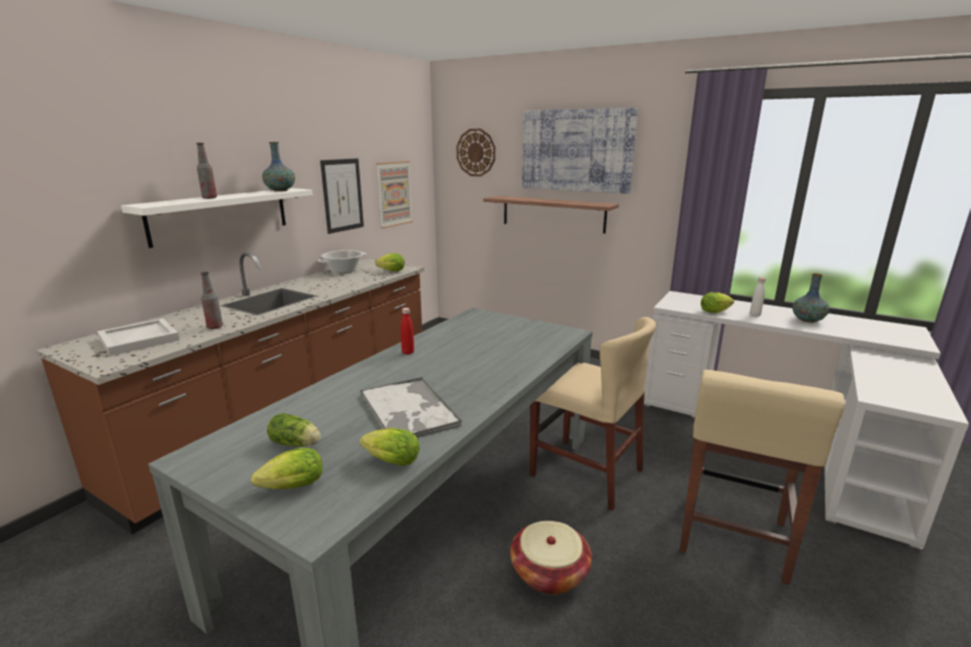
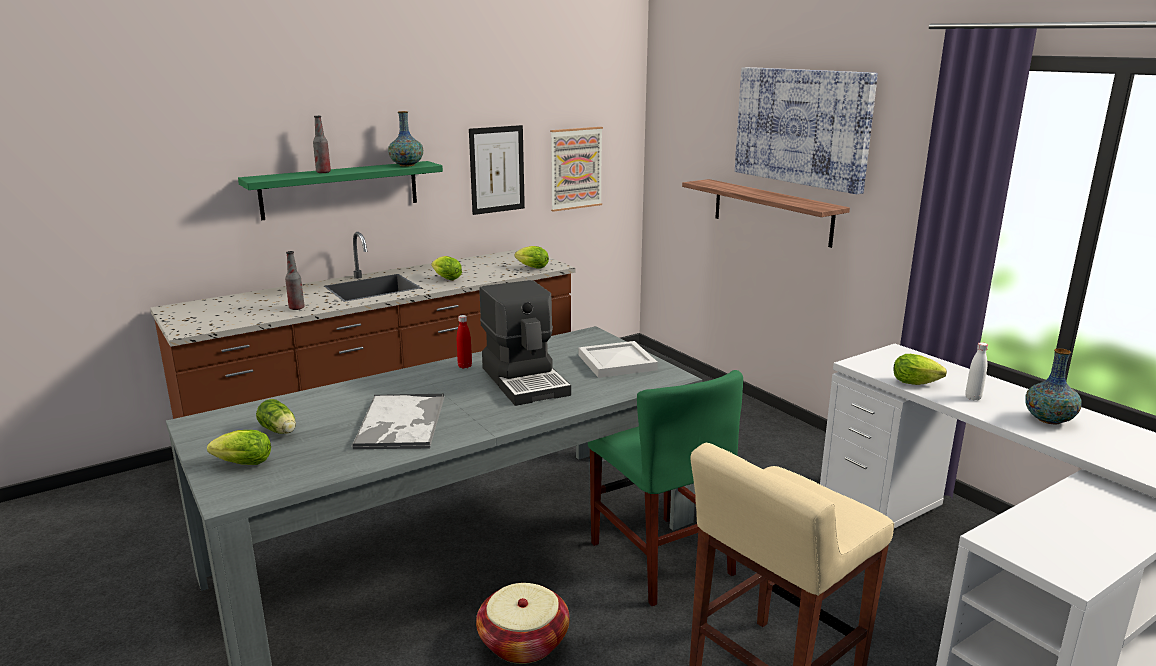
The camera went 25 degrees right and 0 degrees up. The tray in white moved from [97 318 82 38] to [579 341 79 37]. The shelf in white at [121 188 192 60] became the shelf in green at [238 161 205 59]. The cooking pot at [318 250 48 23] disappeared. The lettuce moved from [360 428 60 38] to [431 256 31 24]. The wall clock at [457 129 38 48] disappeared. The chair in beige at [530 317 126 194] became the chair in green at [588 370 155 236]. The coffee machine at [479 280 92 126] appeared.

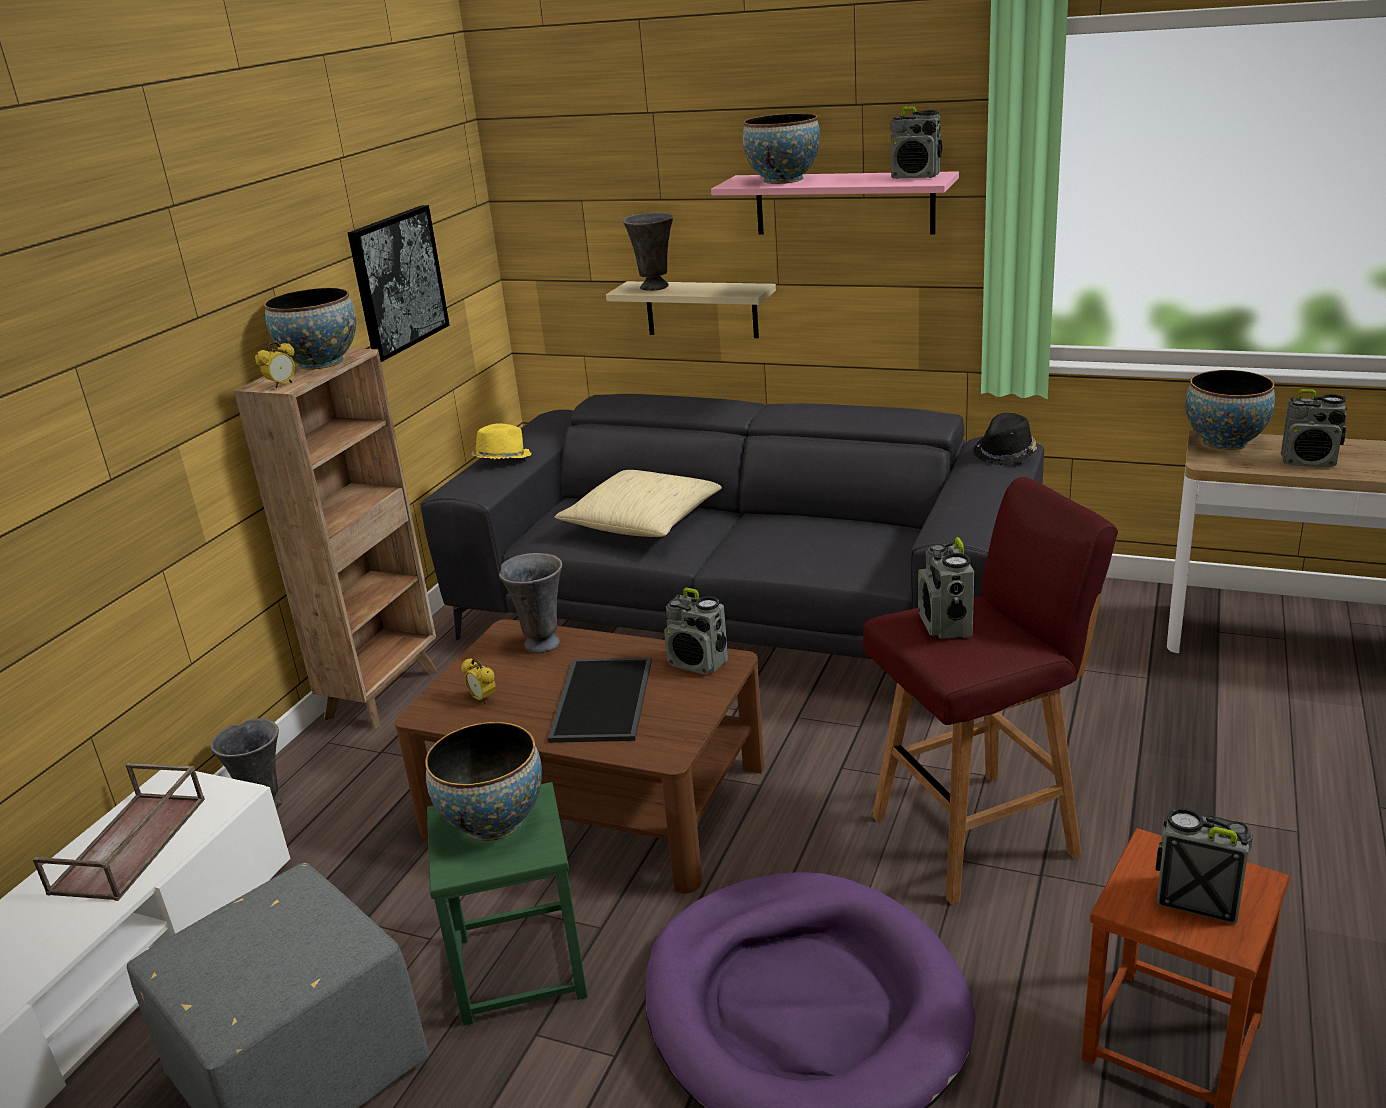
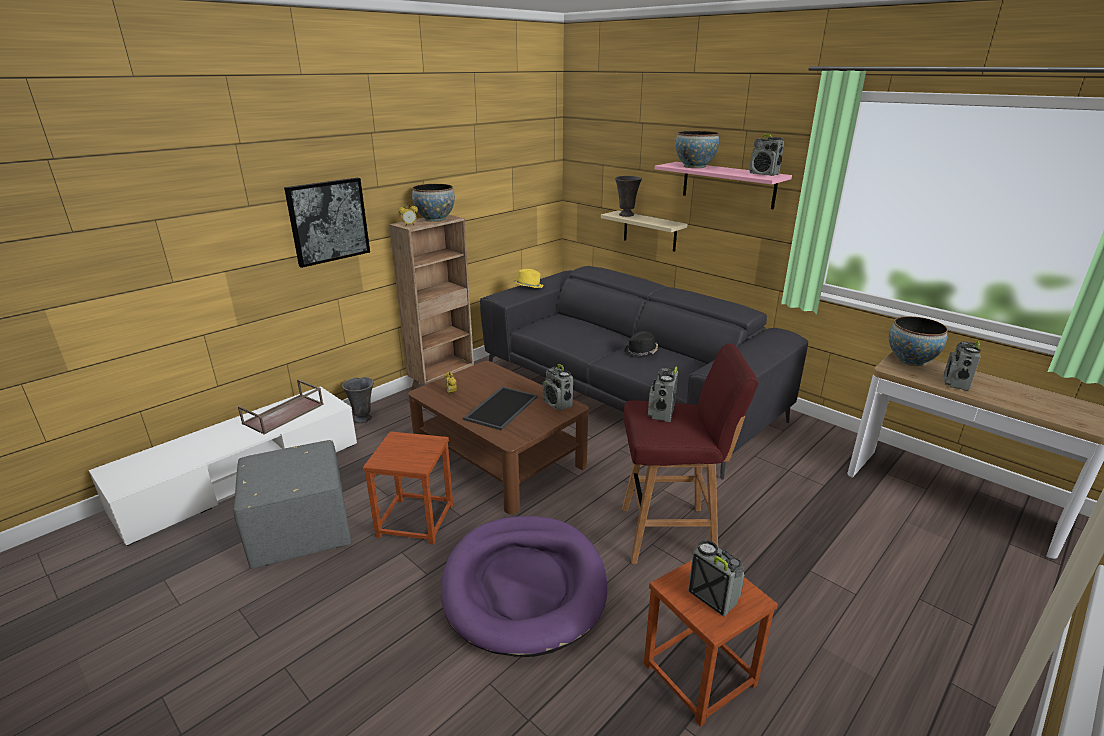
The camera went 20 degrees right and 0 degrees up. The picture moved from [348 205 102 157] to [284 178 86 90]. The bowl at [425 722 117 119] disappeared. The stool in green at [427 782 161 244] became the stool in brown at [363 431 90 113]. The vase in grey at [499 553 63 100] disappeared. The pillow in beige at [555 470 167 67] disappeared. The hat in black moved from [973 413 64 52] to [624 331 34 27]. The radio at [1281 389 66 78] turned 75 degrees clockwise.

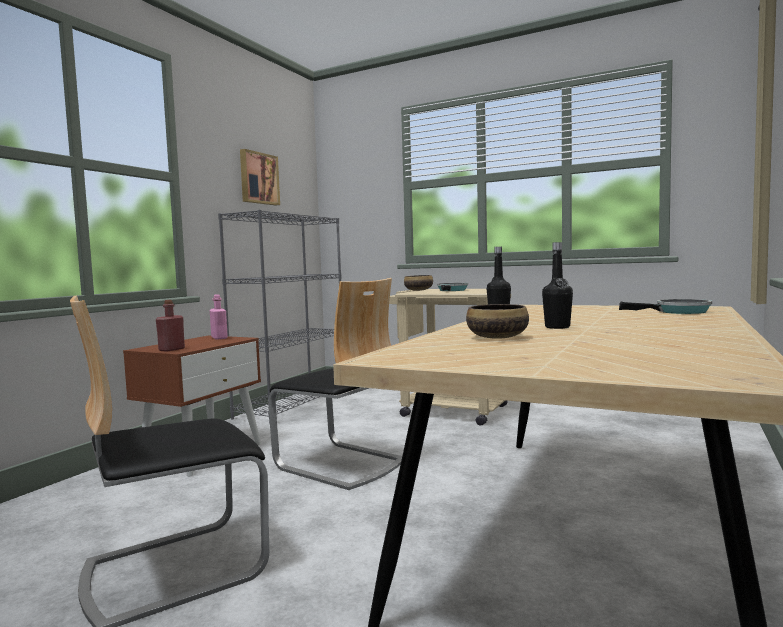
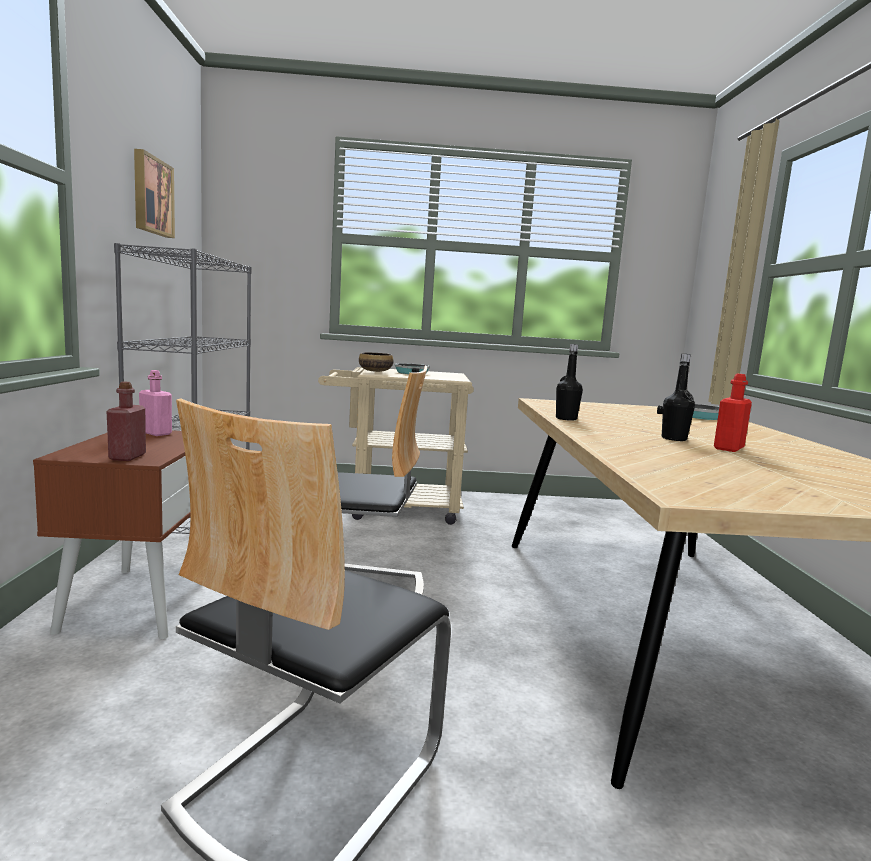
The camera went 30 degrees left and 5 degrees up. The bowl at [466 304 63 35] disappeared. The bottle in red at [714 374 38 78] appeared.

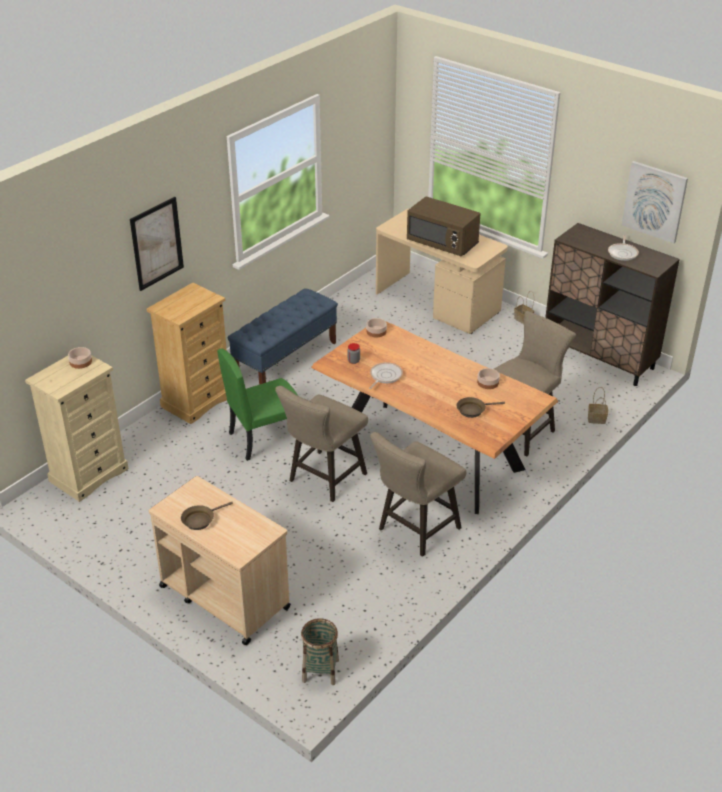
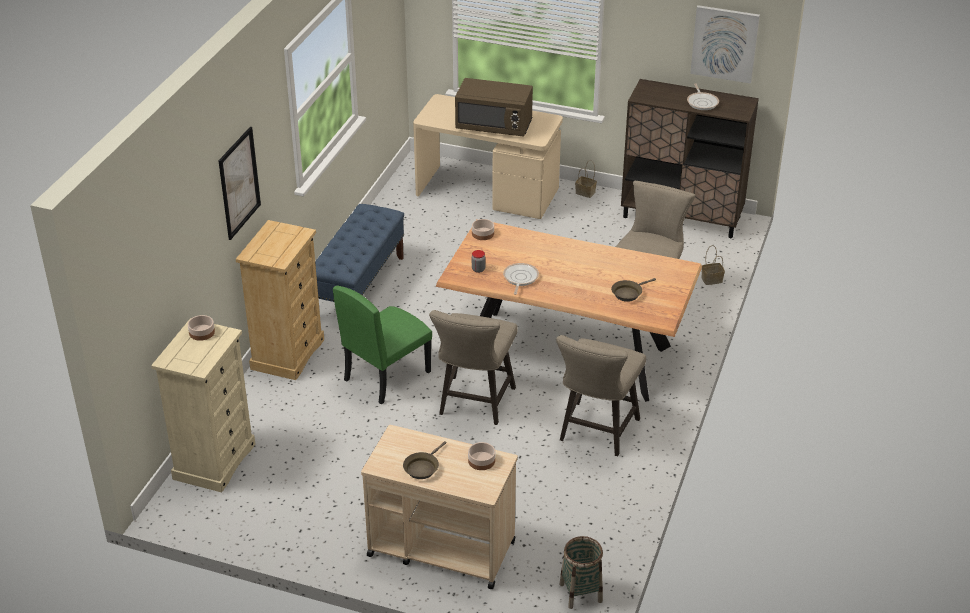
The camera went 20 degrees left and 0 degrees up. The bowl moved from [477 368 23 21] to [468 442 27 28].

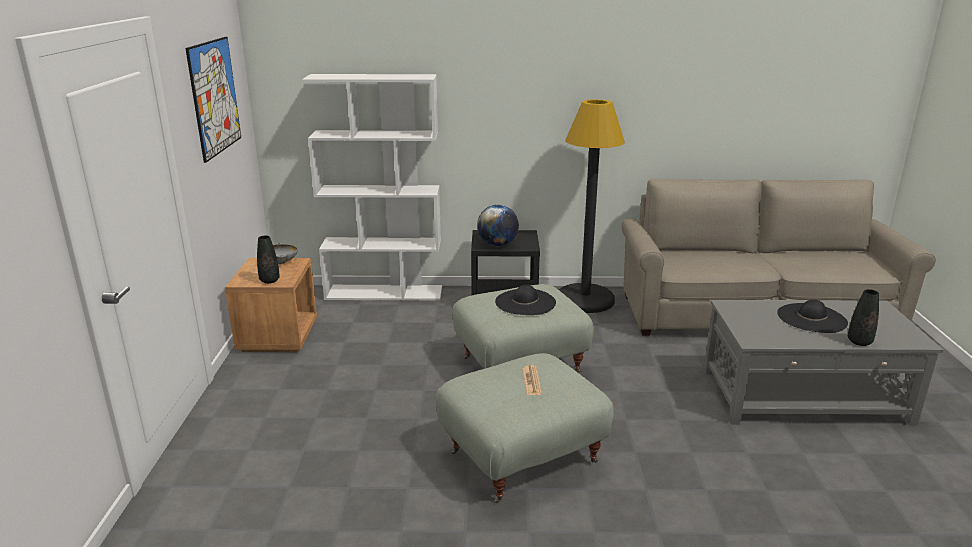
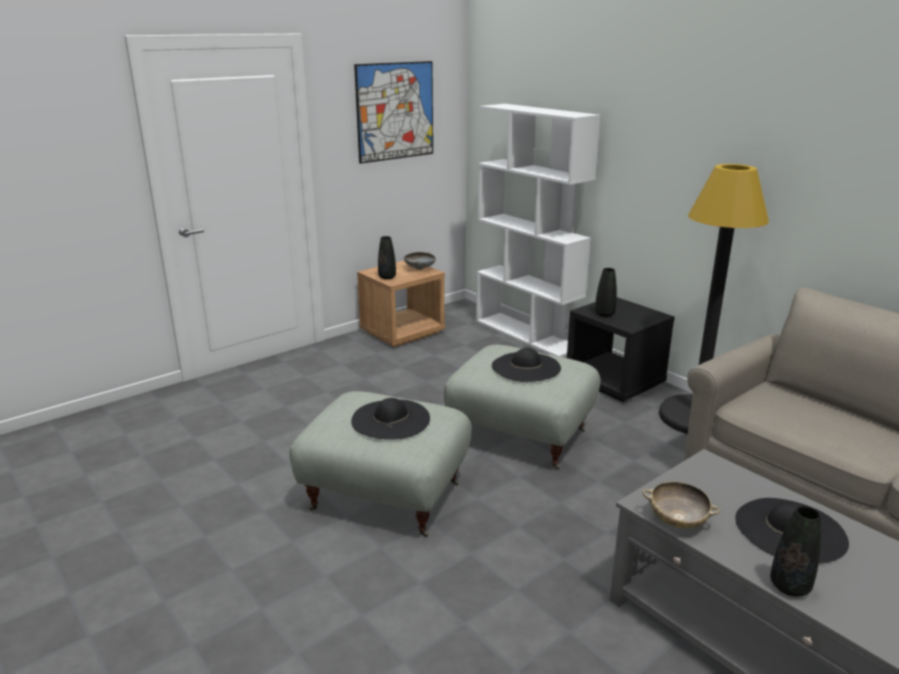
The camera went 50 degrees right and 0 degrees up. The globe at [477 205 42 41] was replaced by the vase in black at [595 268 22 49]. The newspaper at [522 365 20 30] was replaced by the hat in black at [351 398 79 42]. The bowl in beige at [642 482 79 46] appeared.

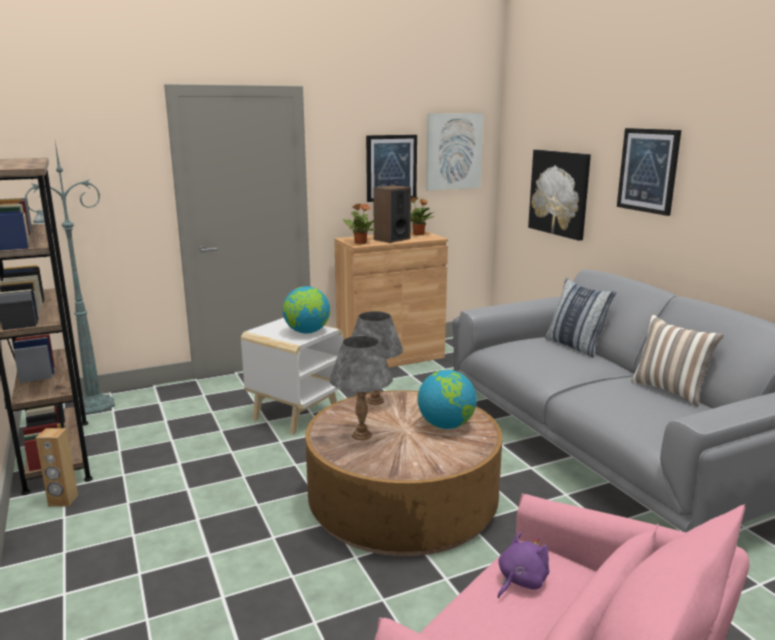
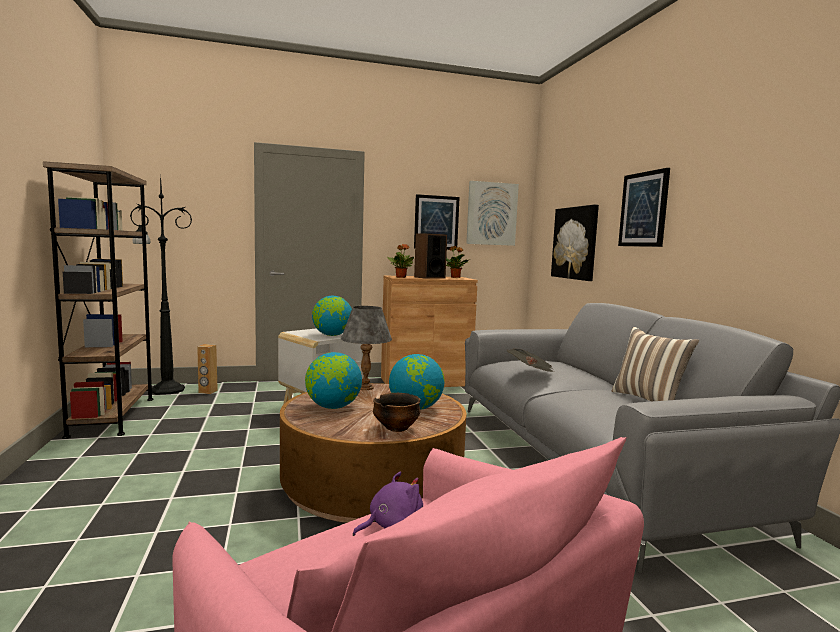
The camera went 10 degrees right and 10 degrees down. The floor lamp in green at [25 142 90 273] became the floor lamp in black at [130 173 62 222]. The speaker in brown moved from [36 428 42 79] to [197 344 21 50]. The table lamp in grey at [329 336 64 104] was replaced by the globe at [305 352 57 57]. The pillow at [545 278 71 80] disappeared. The bowl at [373 393 48 39] appeared. The newspaper at [507 349 47 23] appeared.

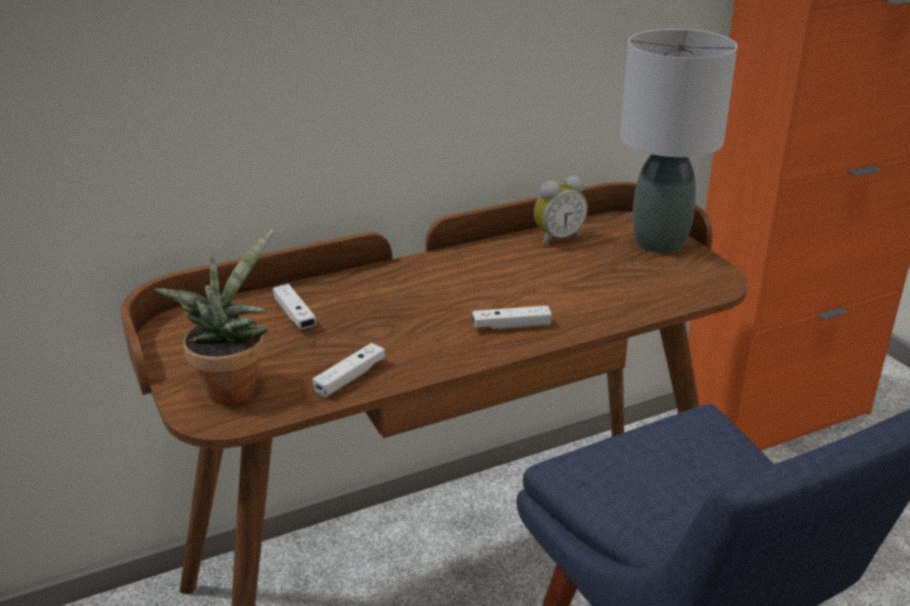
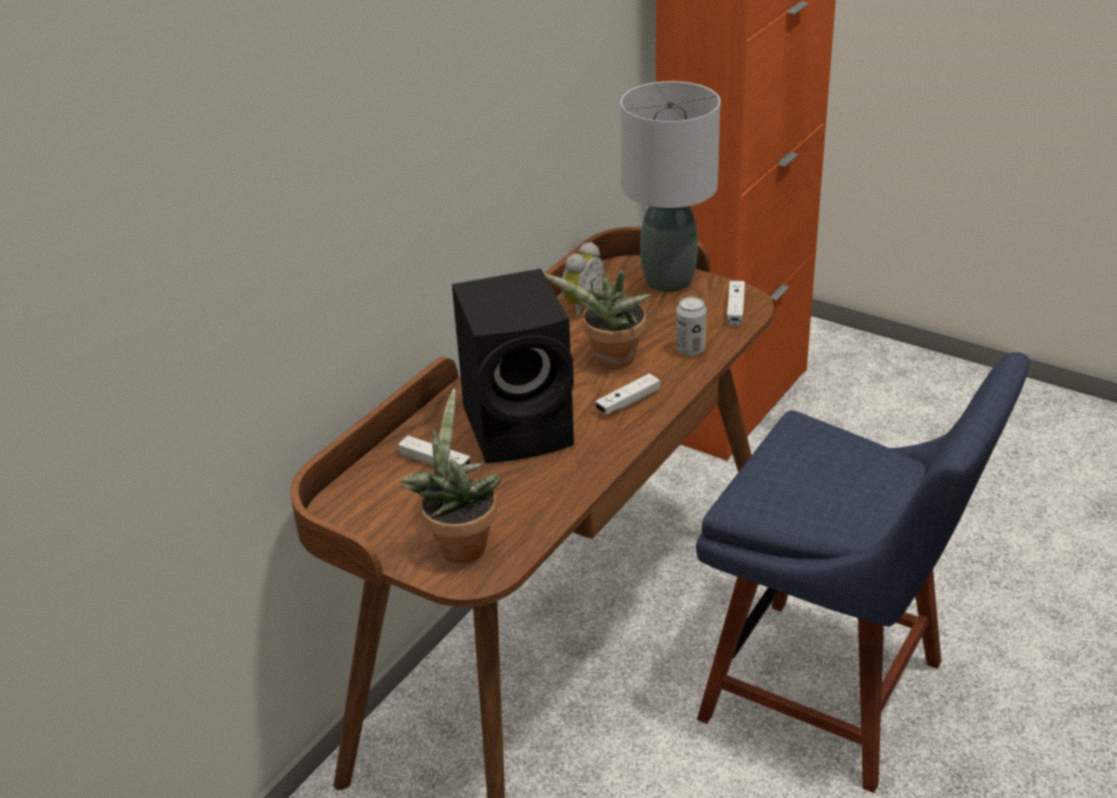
The camera went 30 degrees left and 5 degrees up. The game controller in white moved from [313 343 73 54] to [727 281 18 45]. The speaker in black at [452 269 122 194] appeared. The potted plant at [544 269 107 100] appeared. The can at [676 297 31 59] appeared.

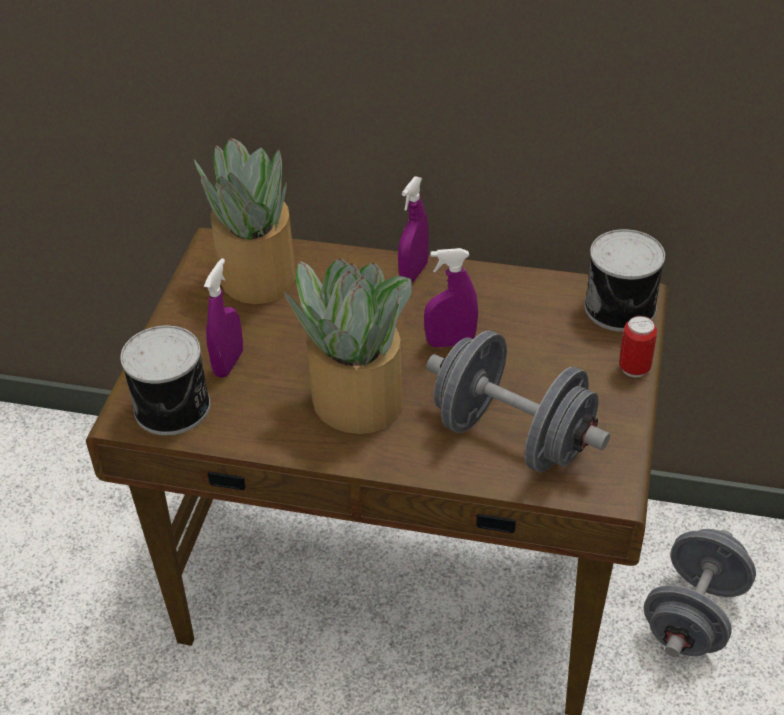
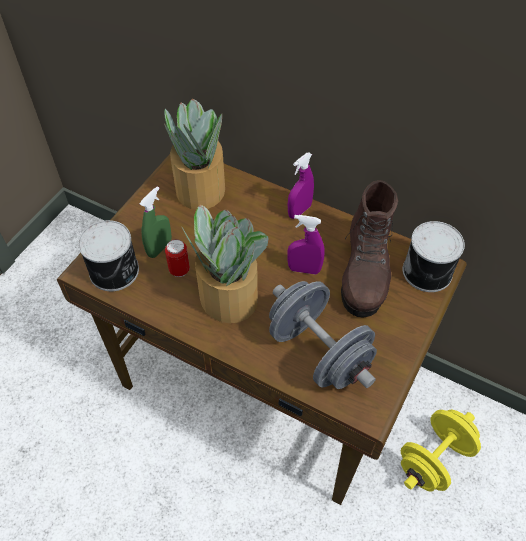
The camera went 15 degrees right and 10 degrees up. The spray bottle in purple at [204 258 39 120] became the spray bottle in green at [140 186 32 72]. The can moved from [619 316 38 62] to [165 239 25 38]. The dumbbell in grey at [643 529 113 128] became the dumbbell in yellow at [401 410 80 82]. The boot in brown at [341 180 57 138] appeared.

